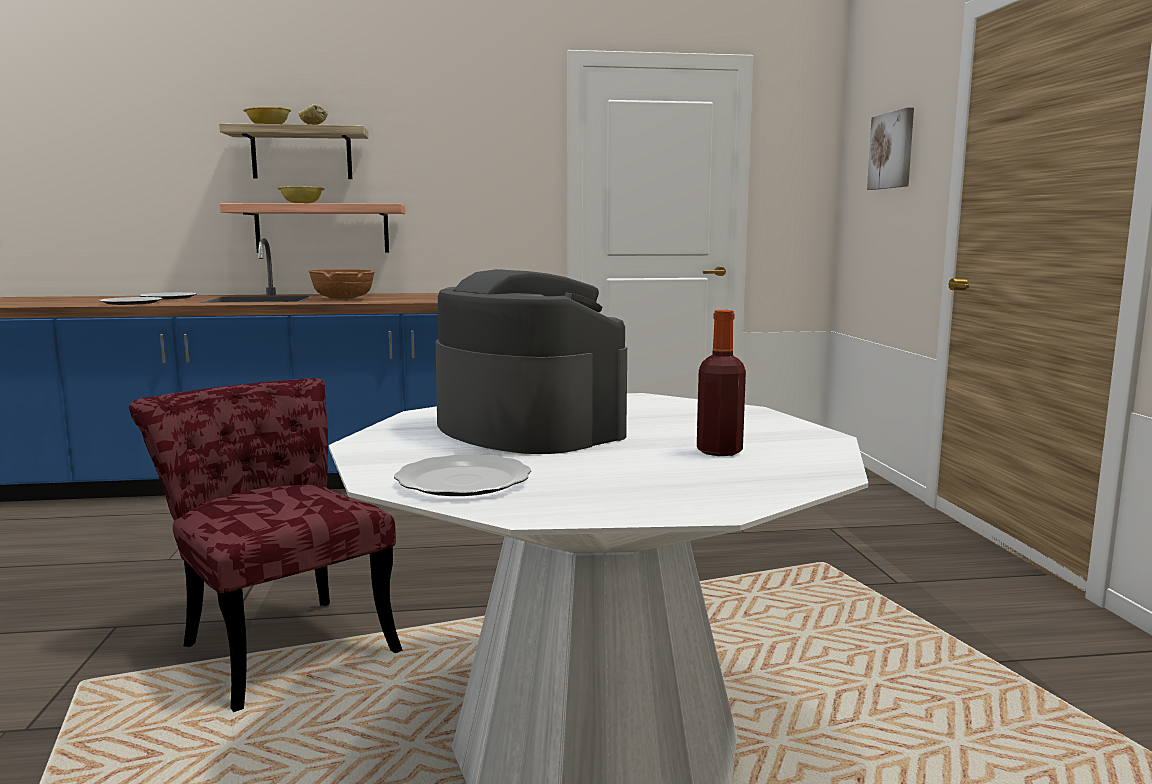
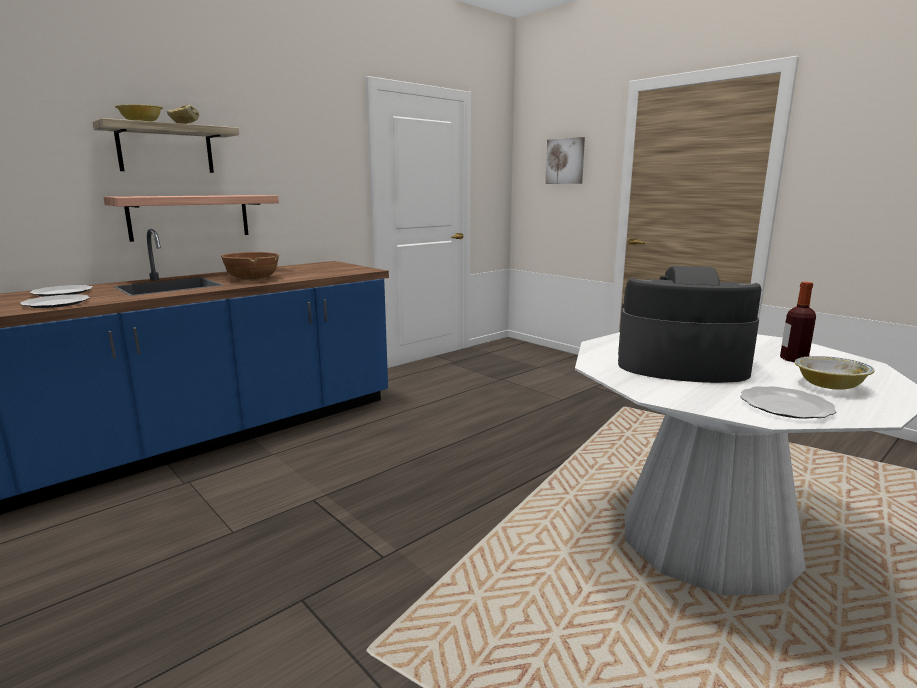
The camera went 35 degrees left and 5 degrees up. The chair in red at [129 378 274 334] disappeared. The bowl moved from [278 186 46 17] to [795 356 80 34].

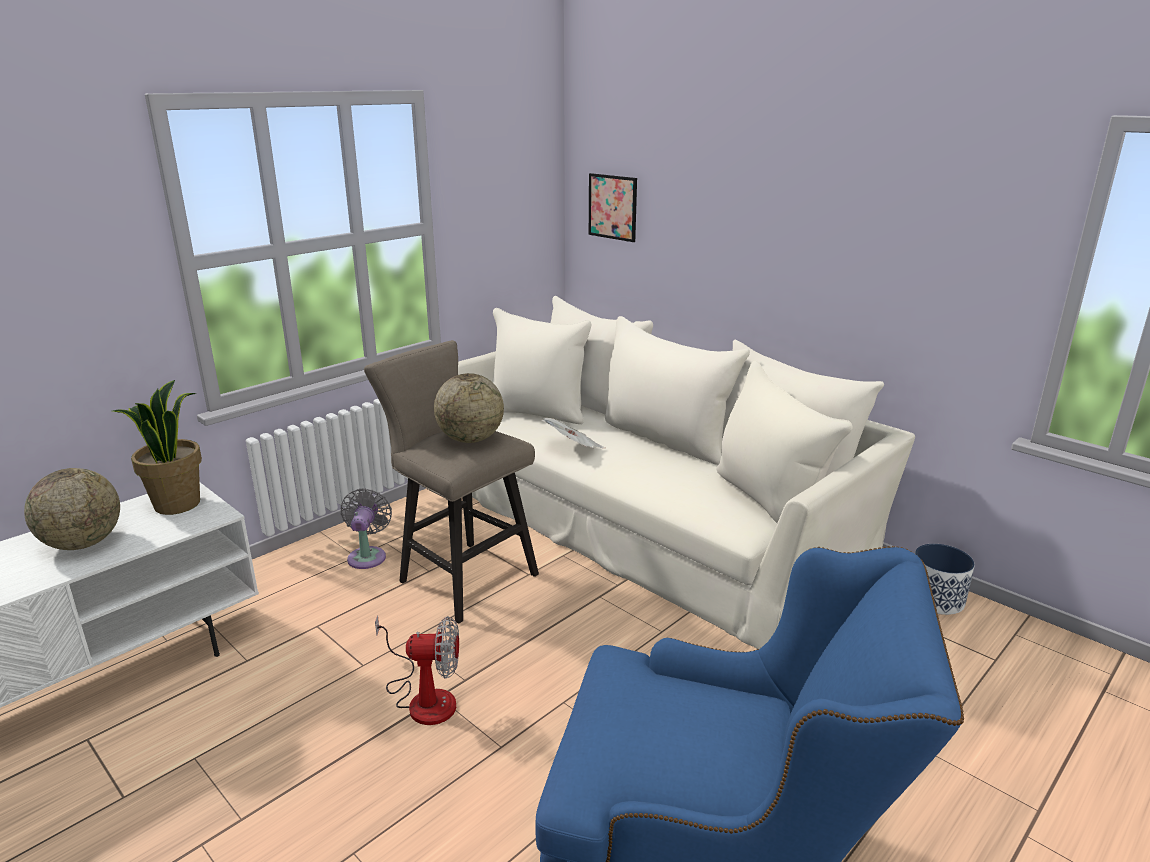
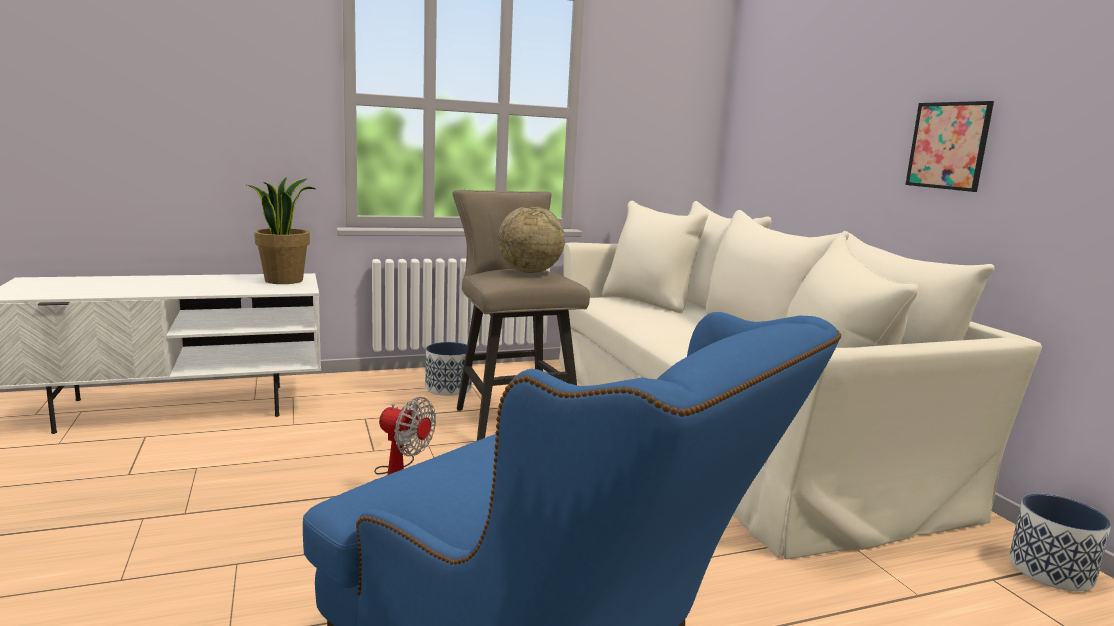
The camera went 25 degrees right and 10 degrees down. The globe at [24 468 96 82] disappeared. The fan in grey at [341 488 51 81] was replaced by the planter at [425 342 48 54]. The newspaper at [542 418 63 30] disappeared. The picture moved from [589 173 48 69] to [905 101 89 91].

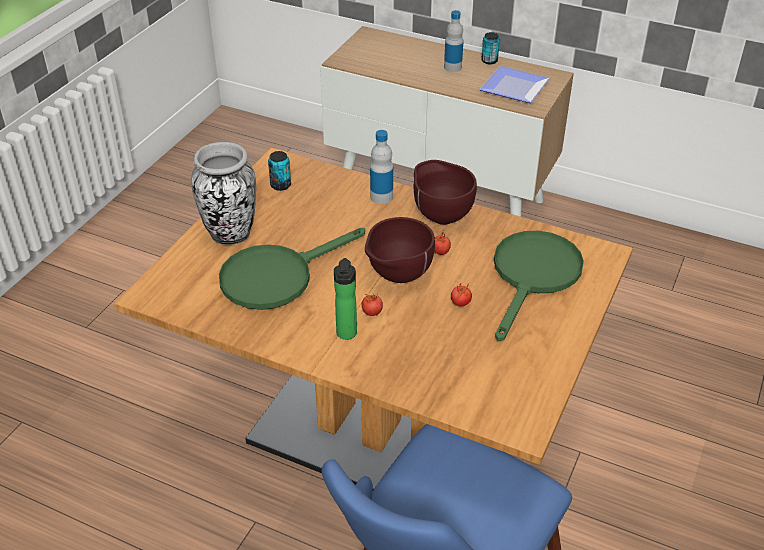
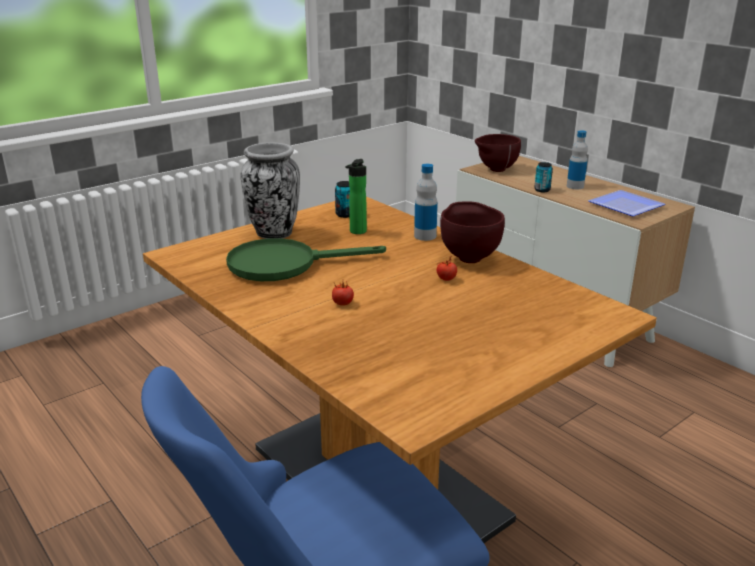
The camera went 25 degrees right and 15 degrees down. The bottle moved from [334 258 23 82] to [345 159 22 75]. The bowl in brown moved from [365 217 70 66] to [475 134 46 38]. The tomato at [451 282 21 25] disappeared. The can moved from [481 32 19 32] to [534 162 19 30]. The frying pan in green at [494 231 90 110] disappeared.

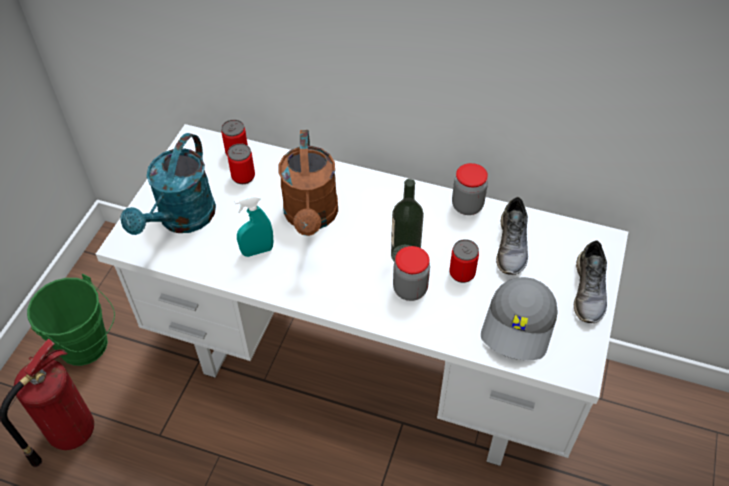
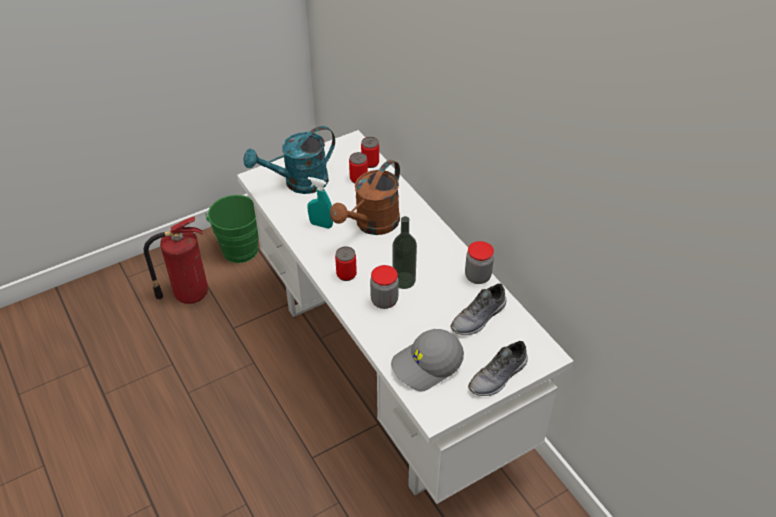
The camera went 40 degrees right and 5 degrees down. The can moved from [449 239 30 44] to [335 246 22 35].

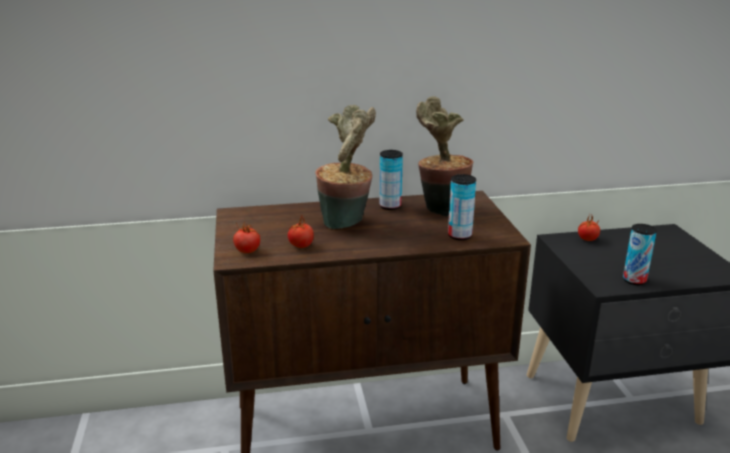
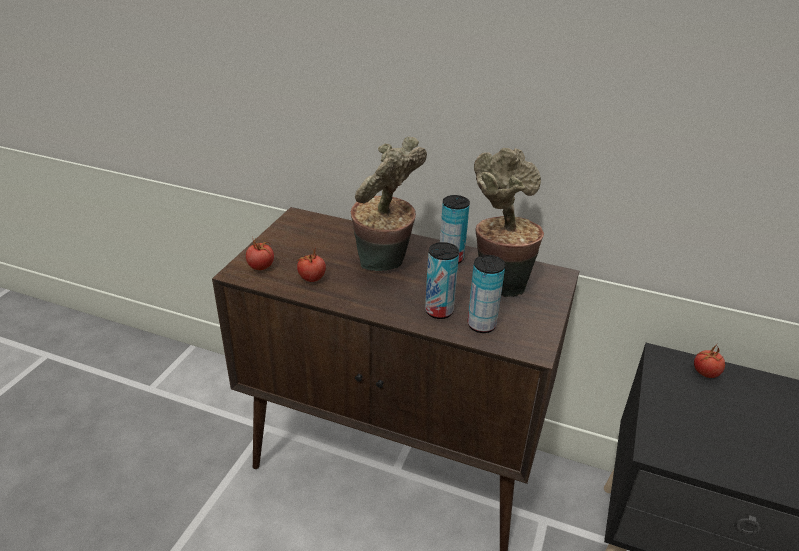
The camera went 30 degrees right and 10 degrees up. The can moved from [623 224 34 61] to [425 242 34 77].

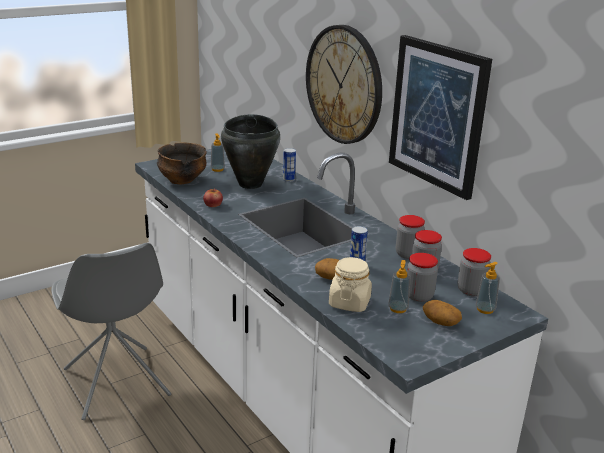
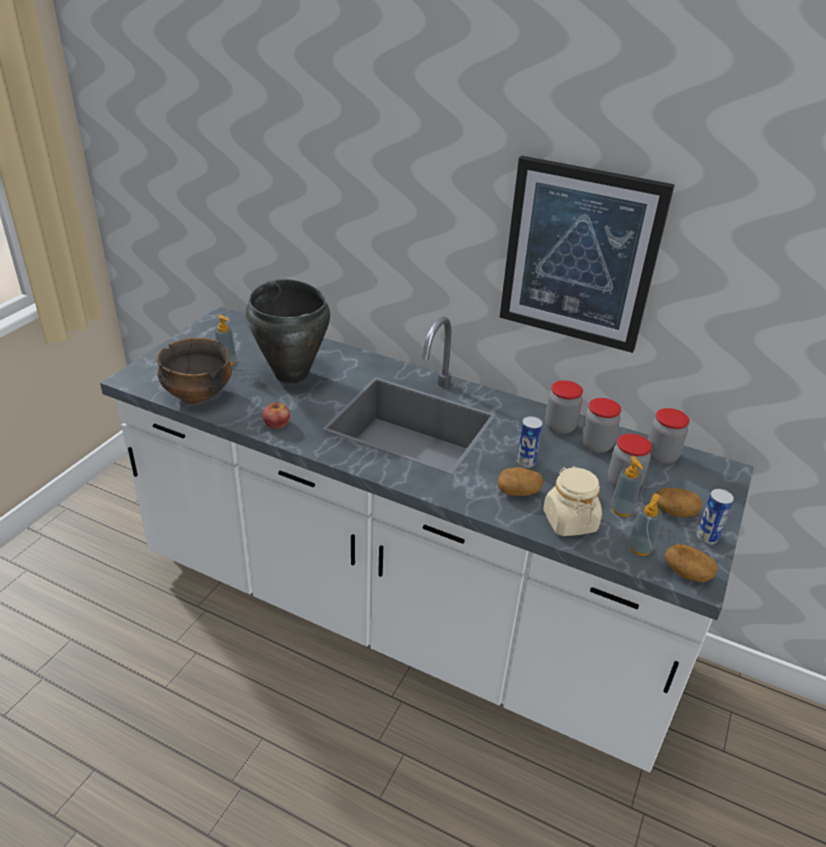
The camera went 30 degrees left and 10 degrees up. The chair in grey at [51 243 121 177] disappeared. The can moved from [283 148 13 34] to [696 489 38 56]. The wall clock at [306 25 76 119] disappeared. The soap dispenser moved from [476 262 24 52] to [628 493 34 63]. The potato at [665 544 53 38] appeared.

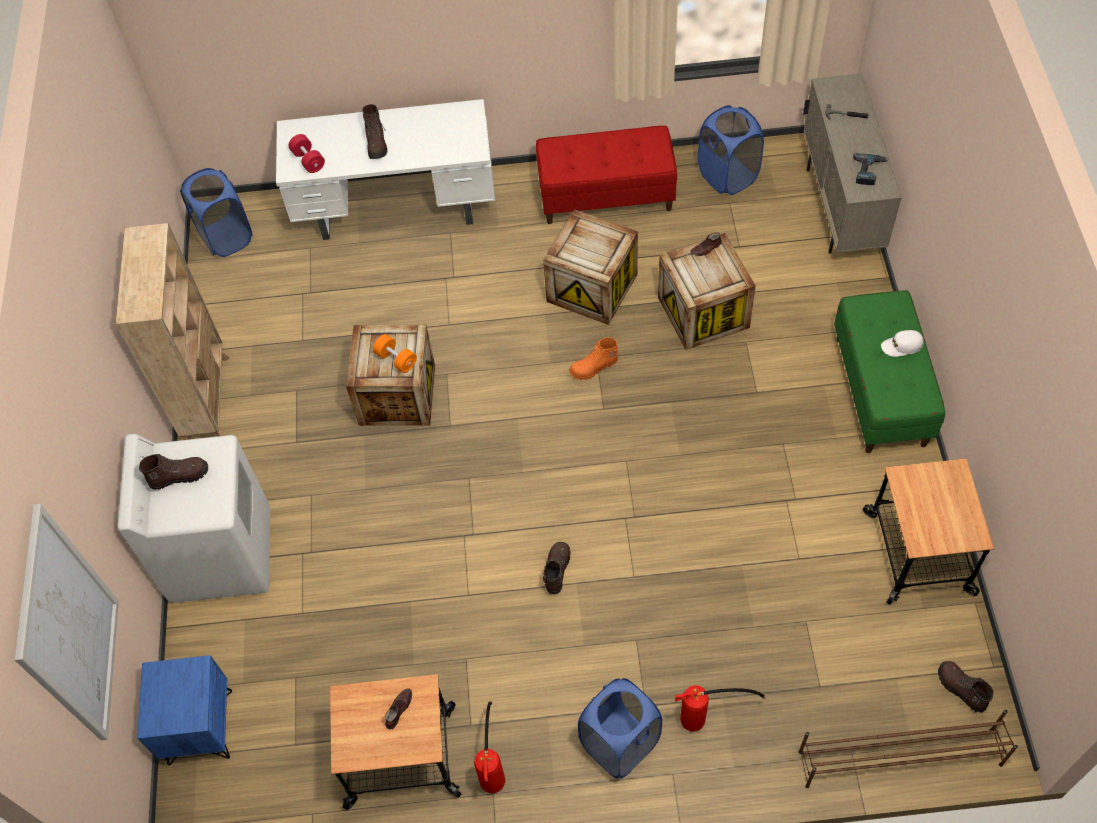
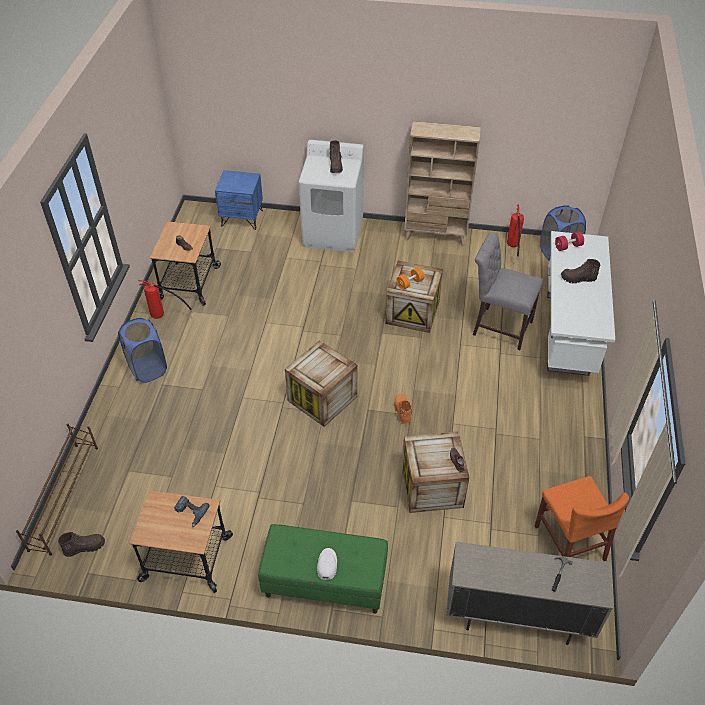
The camera went 100 degrees right and 10 degrees down. The picture at [14 504 105 236] disappeared. The bench in red at [536 126 141 98] disappeared. The crate moved from [543 209 95 116] to [285 340 72 87]. The boot in brown at [543 542 28 52] disappeared. The fire extinguisher moved from [675 685 91 47] to [507 204 17 56]. The laundry basket in blue at [698 105 66 90] was replaced by the chair in orange at [535 476 94 85]. The power drill moved from [853 153 36 32] to [174 496 35 31]. The chair in grey at [473 232 70 118] appeared.

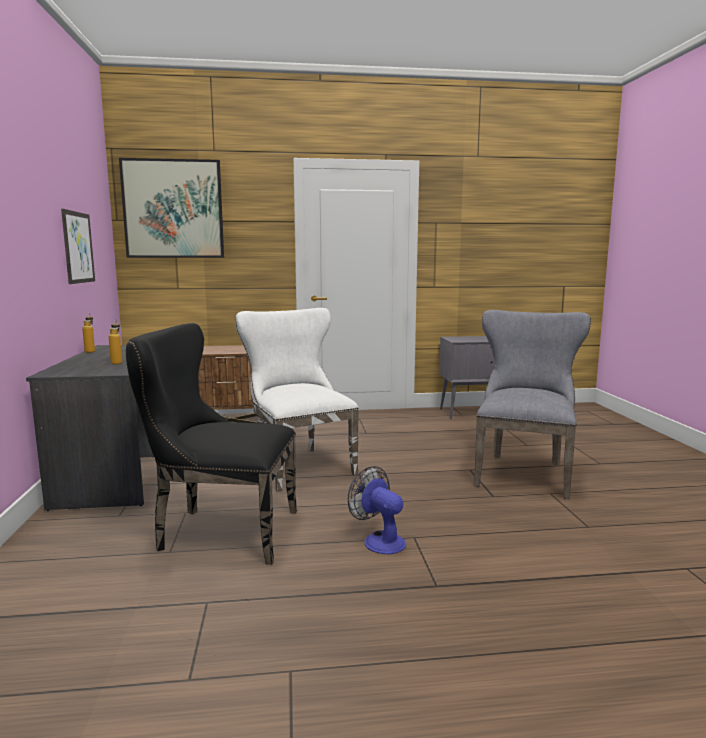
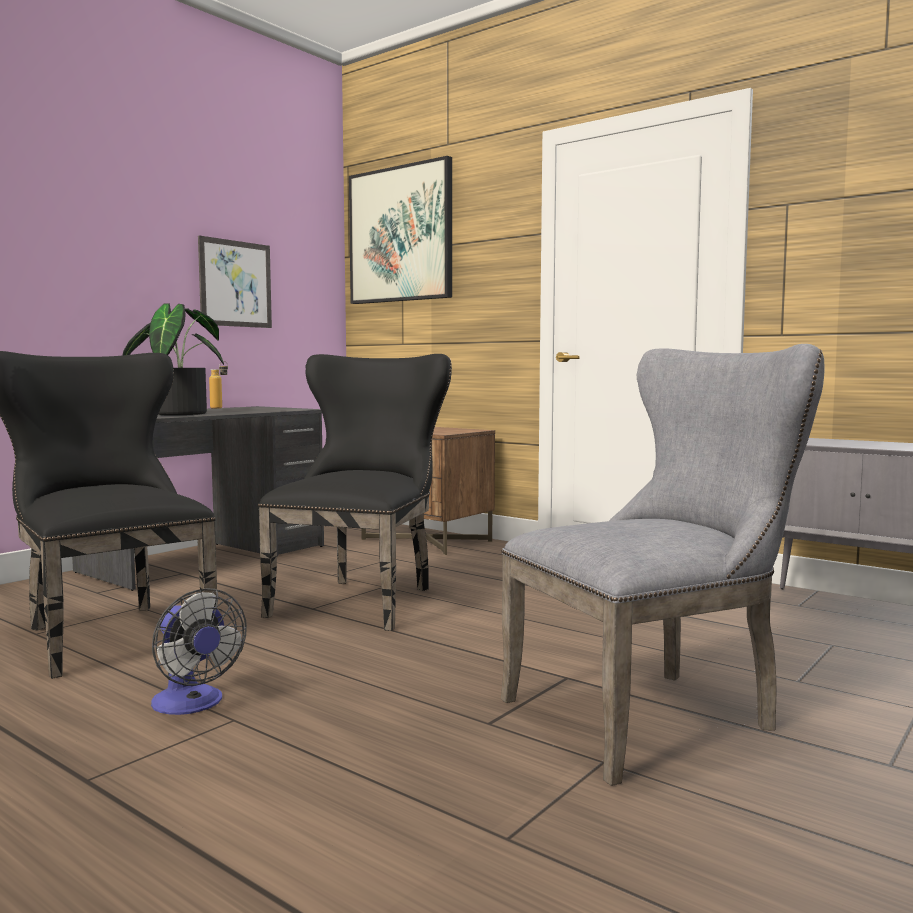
The camera went 45 degrees right and 5 degrees down. The bottle at [109 319 13 45] was replaced by the potted plant at [123 303 101 112]. The chair in white at [235 308 124 183] became the chair in black at [258 354 194 277]. The fan at [348 466 58 88] turned 135 degrees clockwise.

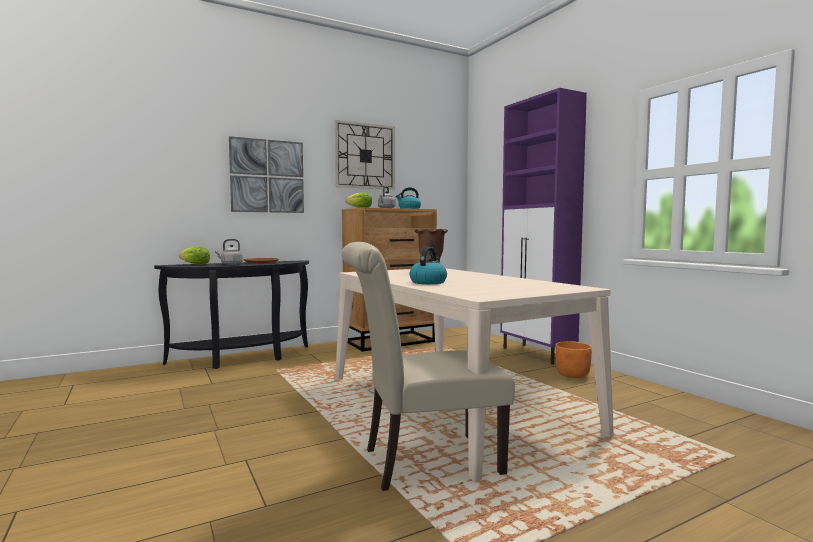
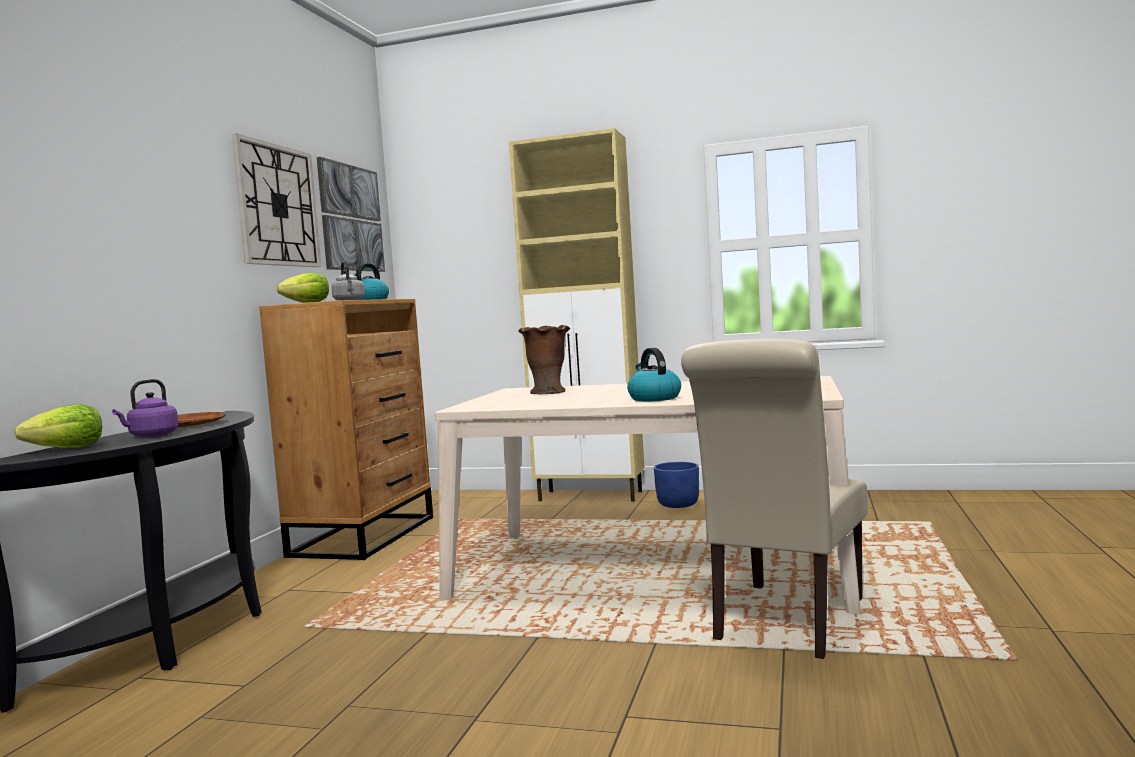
The camera went 45 degrees left and 0 degrees up. The kettle in grey at [215 239 28 26] became the kettle in purple at [112 379 66 58]. The picture moved from [229 136 75 77] to [317 157 68 115]. The cabinet in purple at [500 88 87 277] became the cabinet in beige at [509 128 135 374]. The planter in orange at [556 341 36 37] became the planter in blue at [654 462 45 46].

